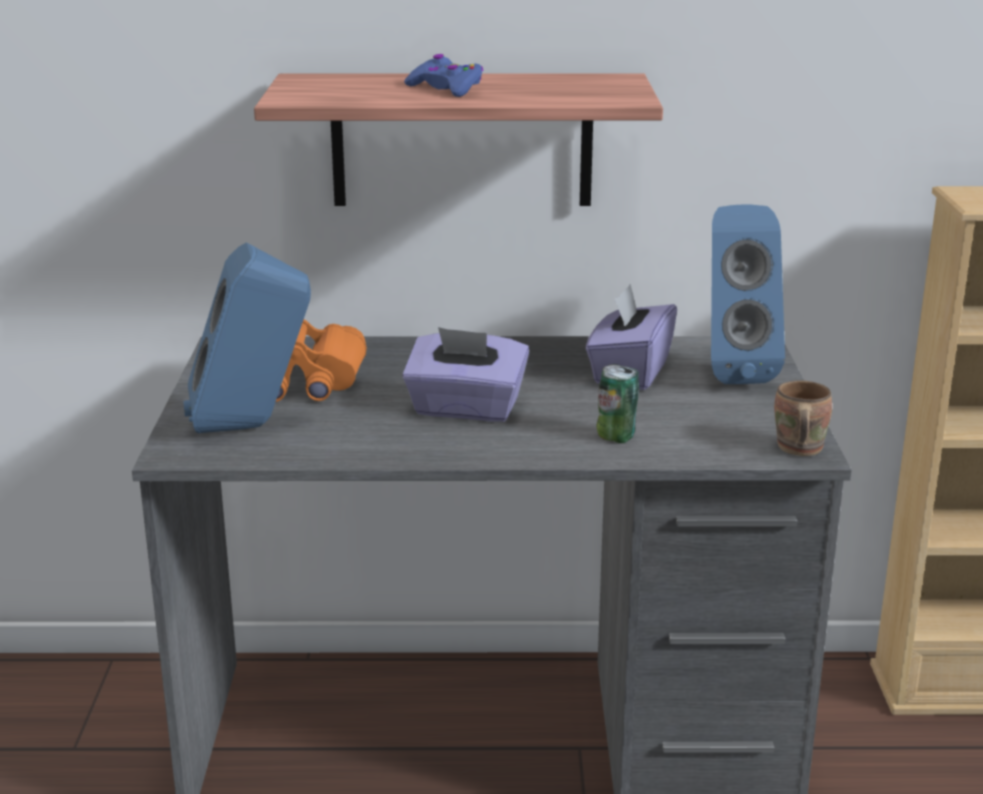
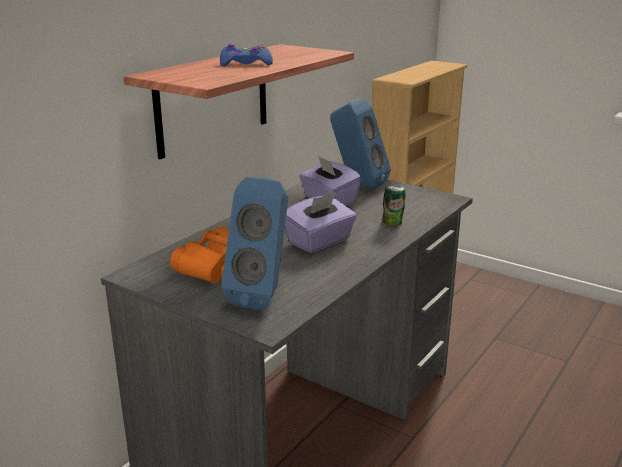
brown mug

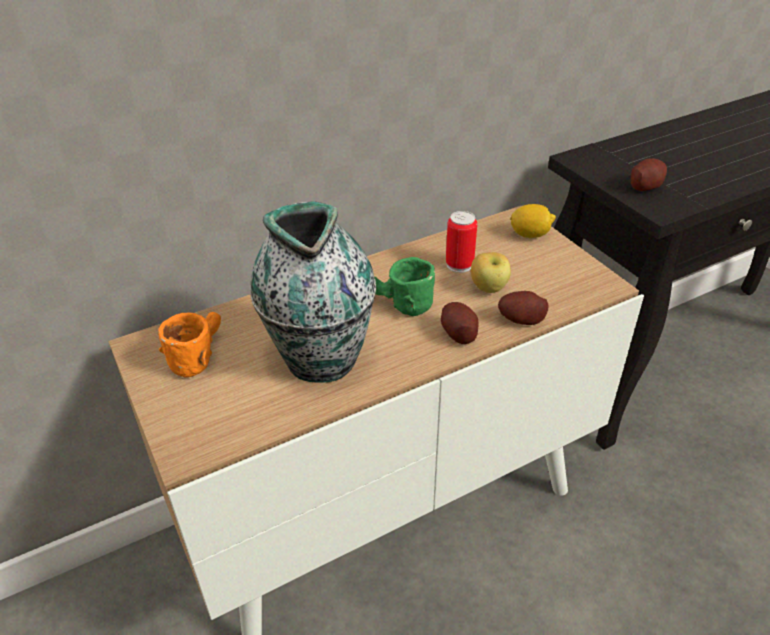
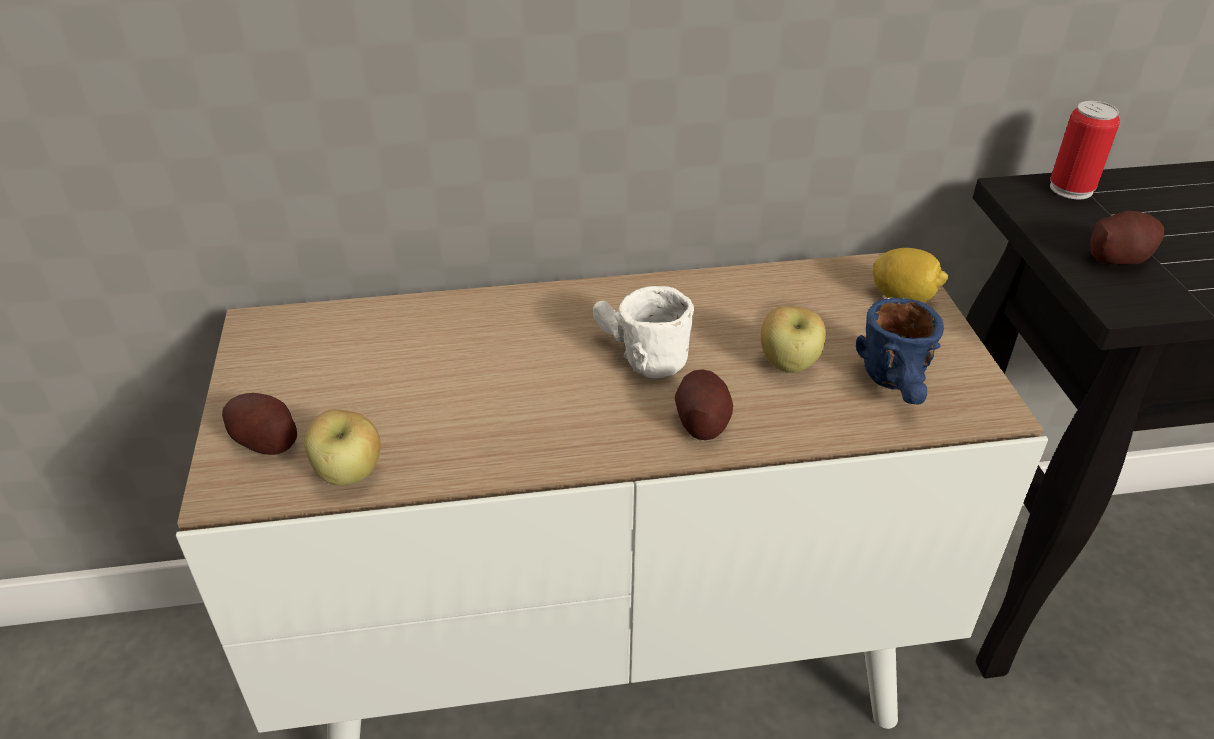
orange mug
vase
apple (1st from left)
blue mug
can
potato (1st from left)
white mug

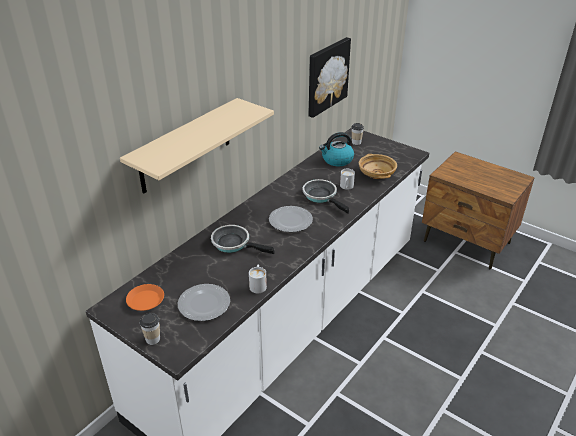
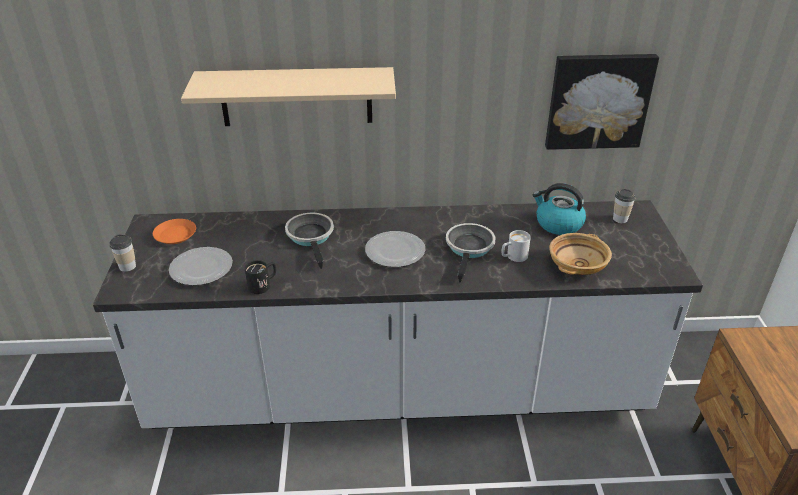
black mug

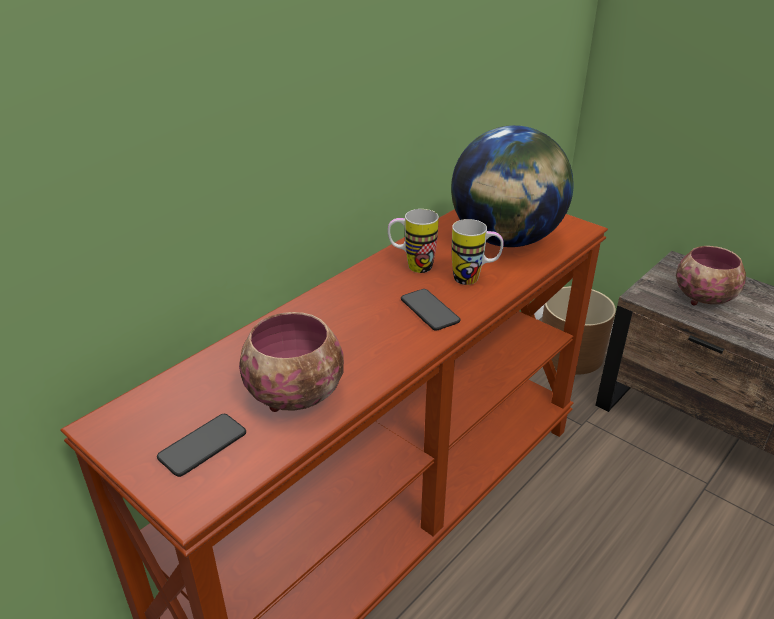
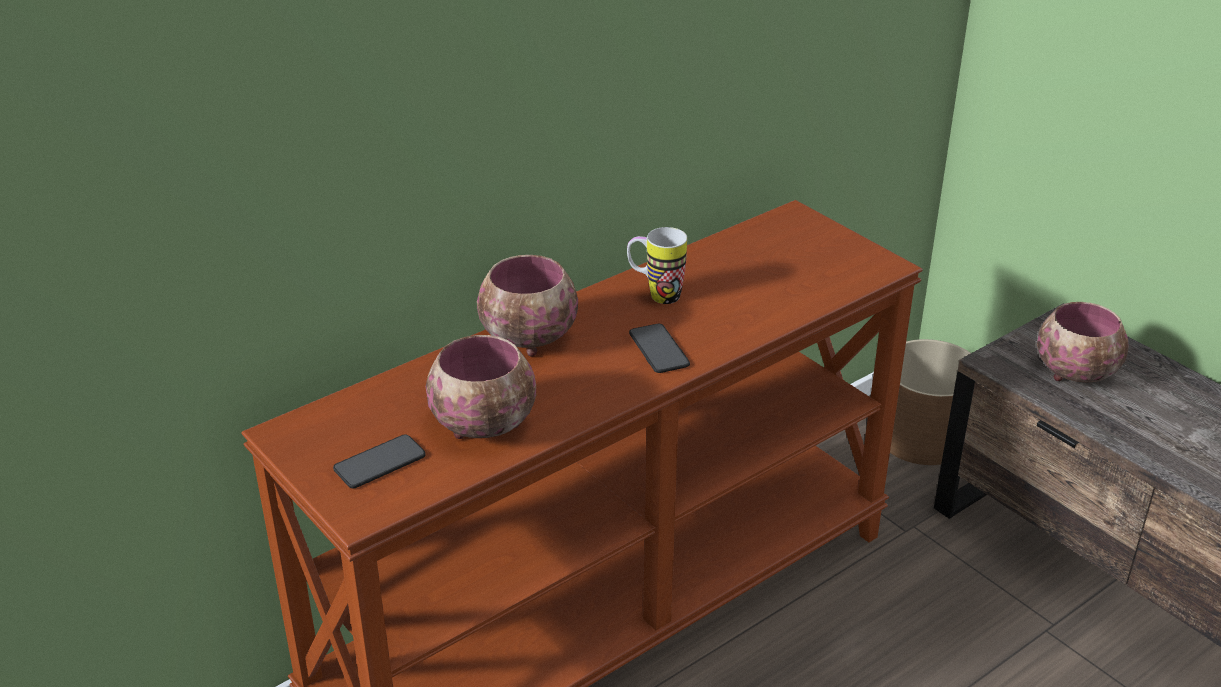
globe
mug (2nd from left in the first image)
bowl (2nd from left)

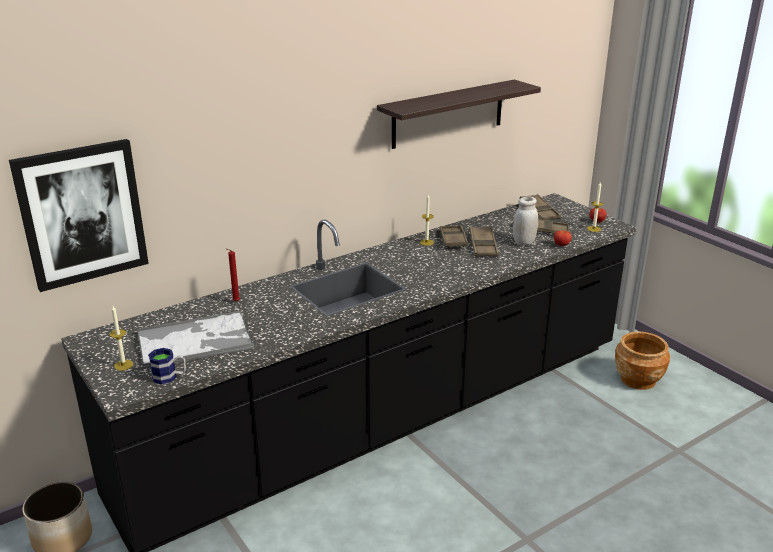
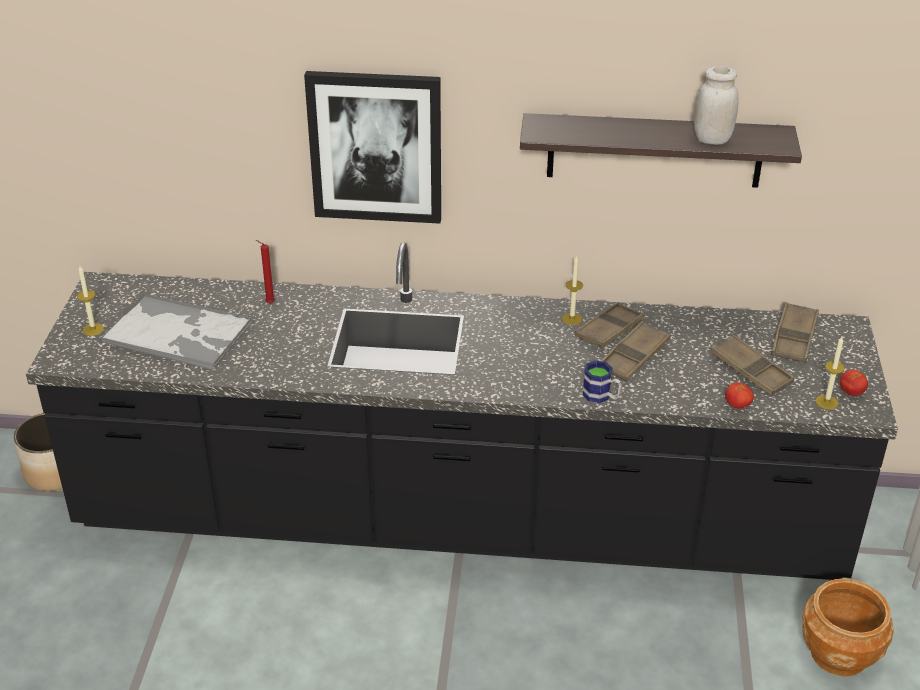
picture
mug
white jar

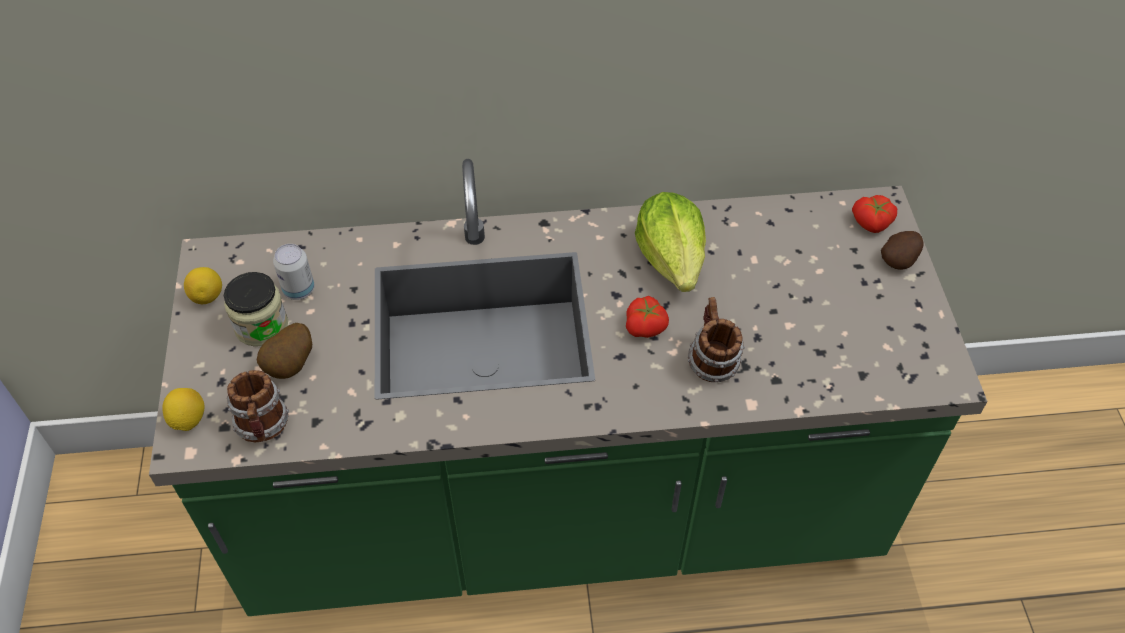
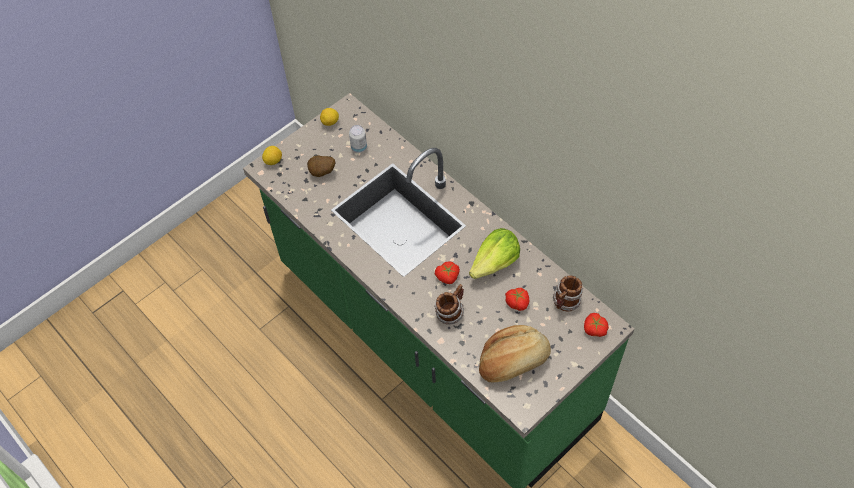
jar
potato (2nd from left in the first image)
bread
tomato (2nd from left)
mug (2nd from left)

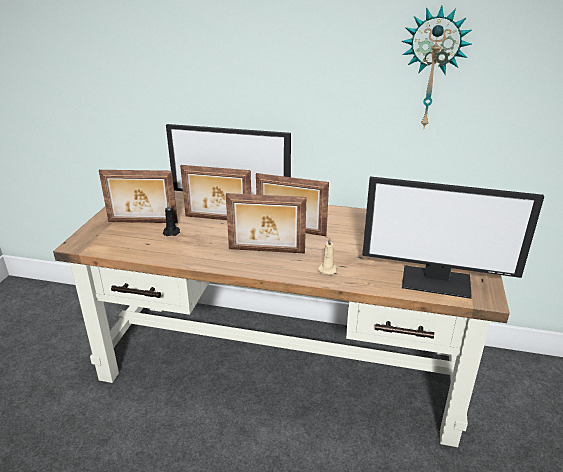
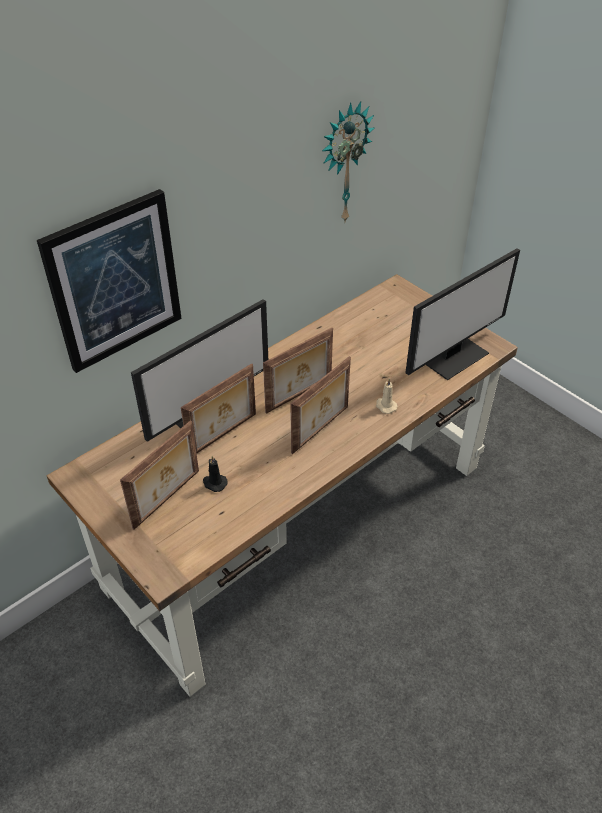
picture

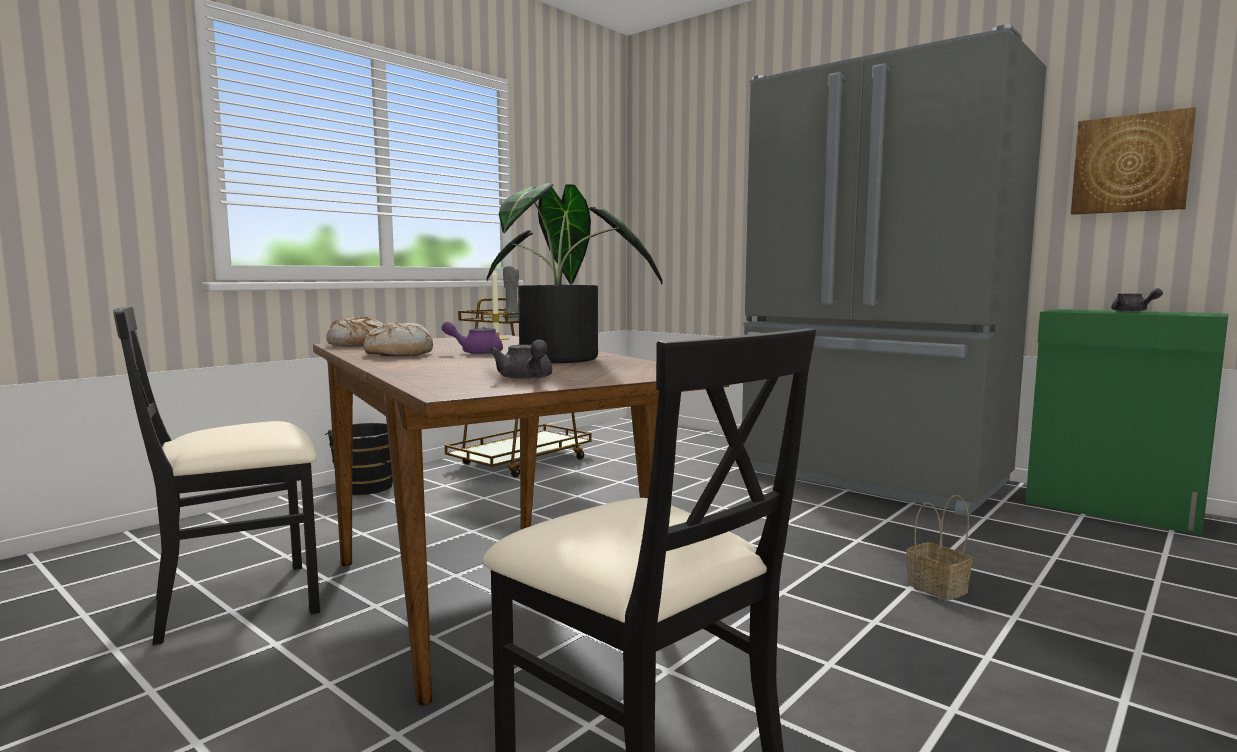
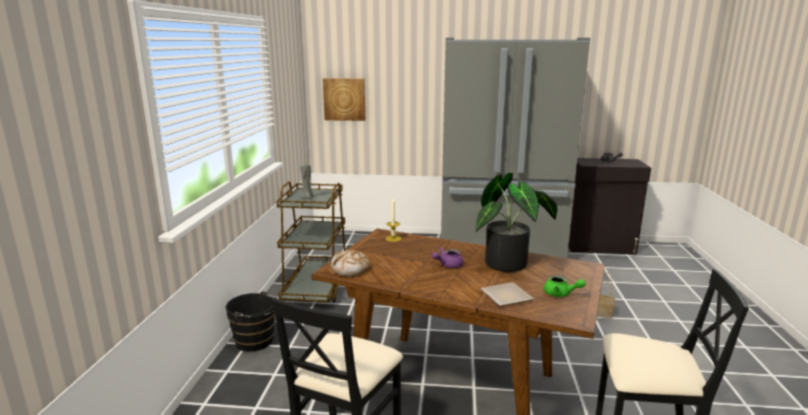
bread (2nd from left in the first image)
plate
picture
green teapot
black cabinet

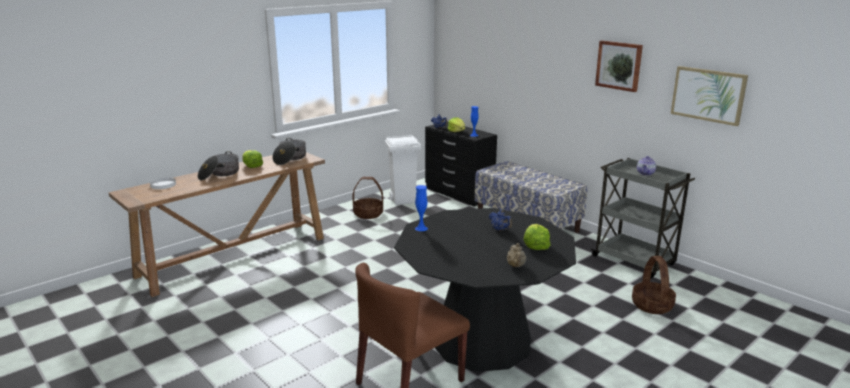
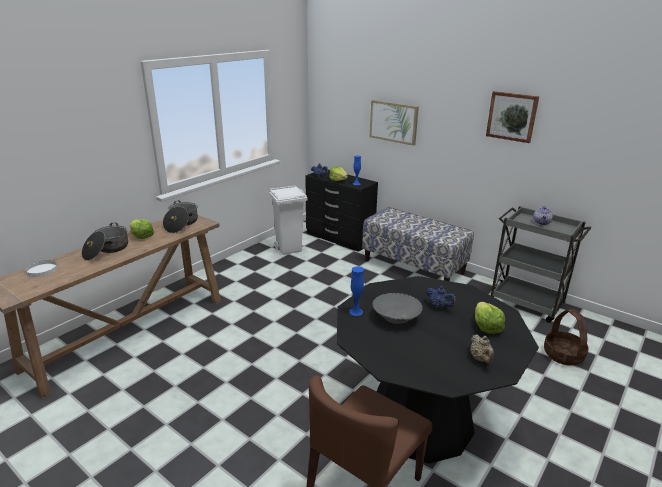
basket (1st from left in the first image)
grey bowl
picture (1st from left)

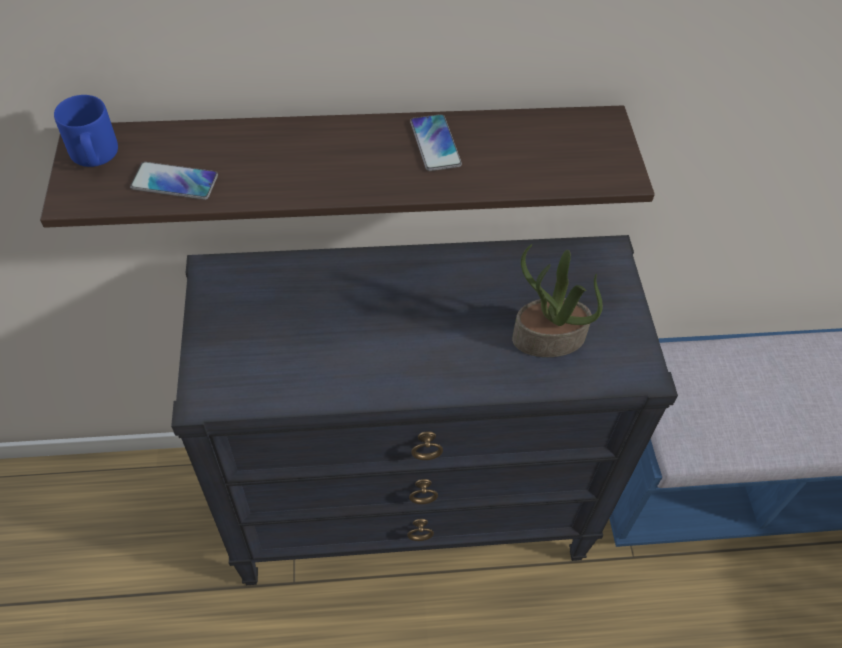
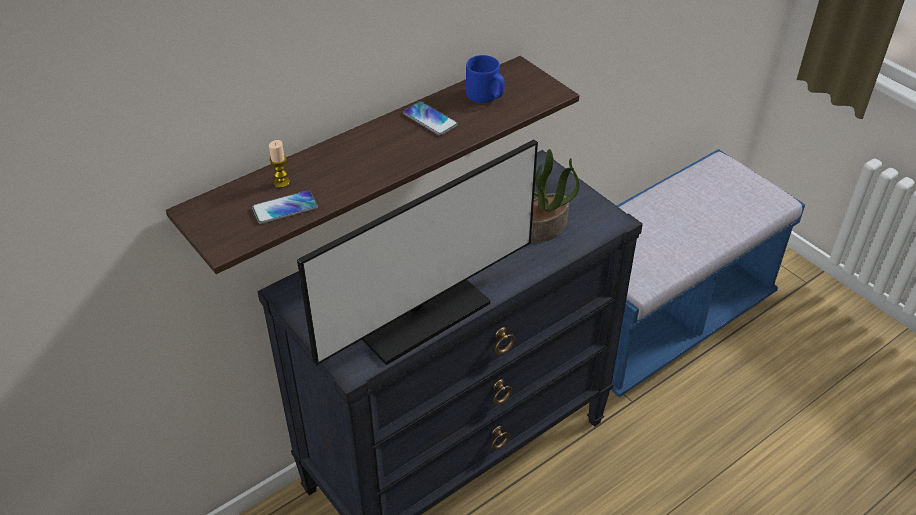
candle
monitor
blue mug

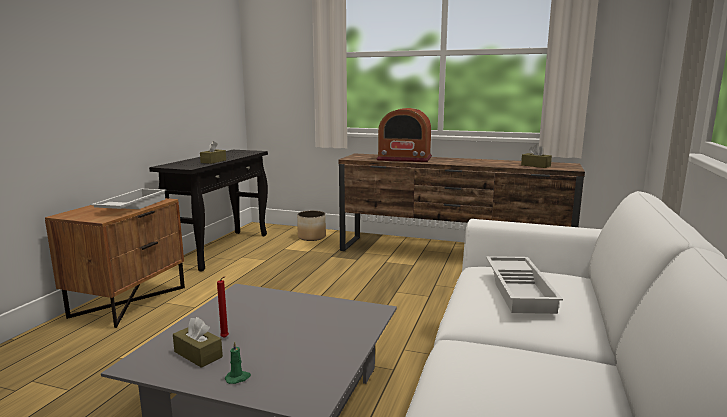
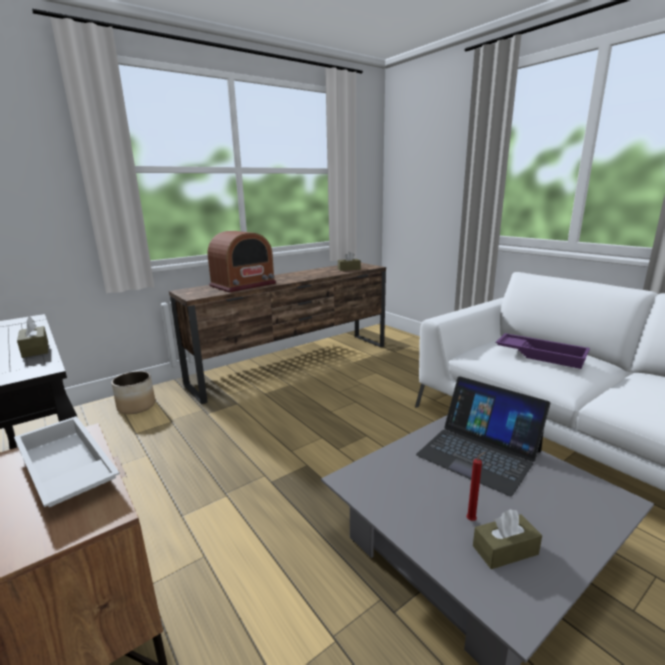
green candle
laptop
purple tray

